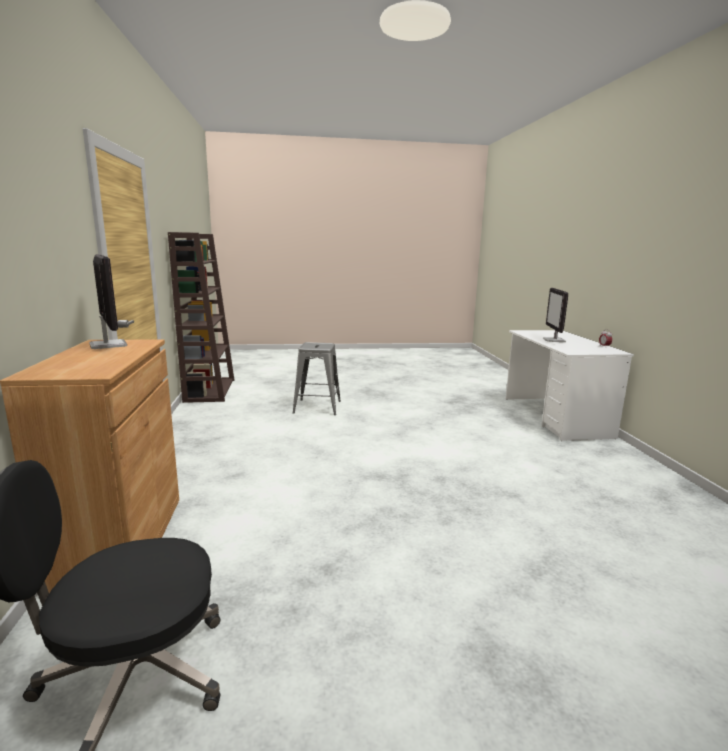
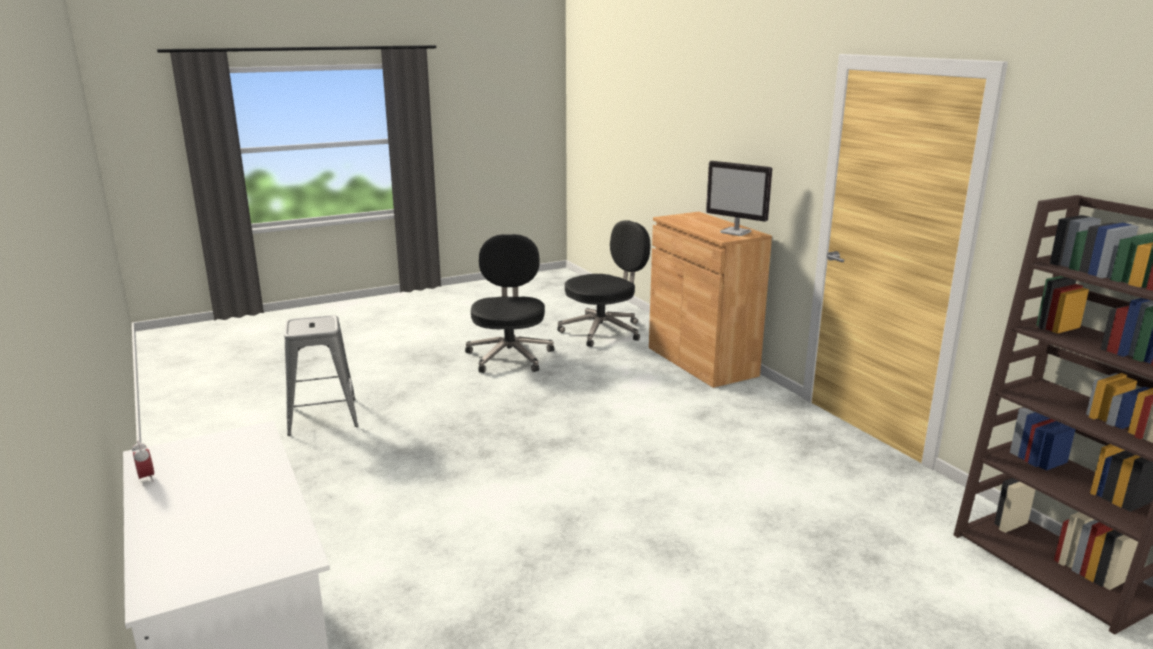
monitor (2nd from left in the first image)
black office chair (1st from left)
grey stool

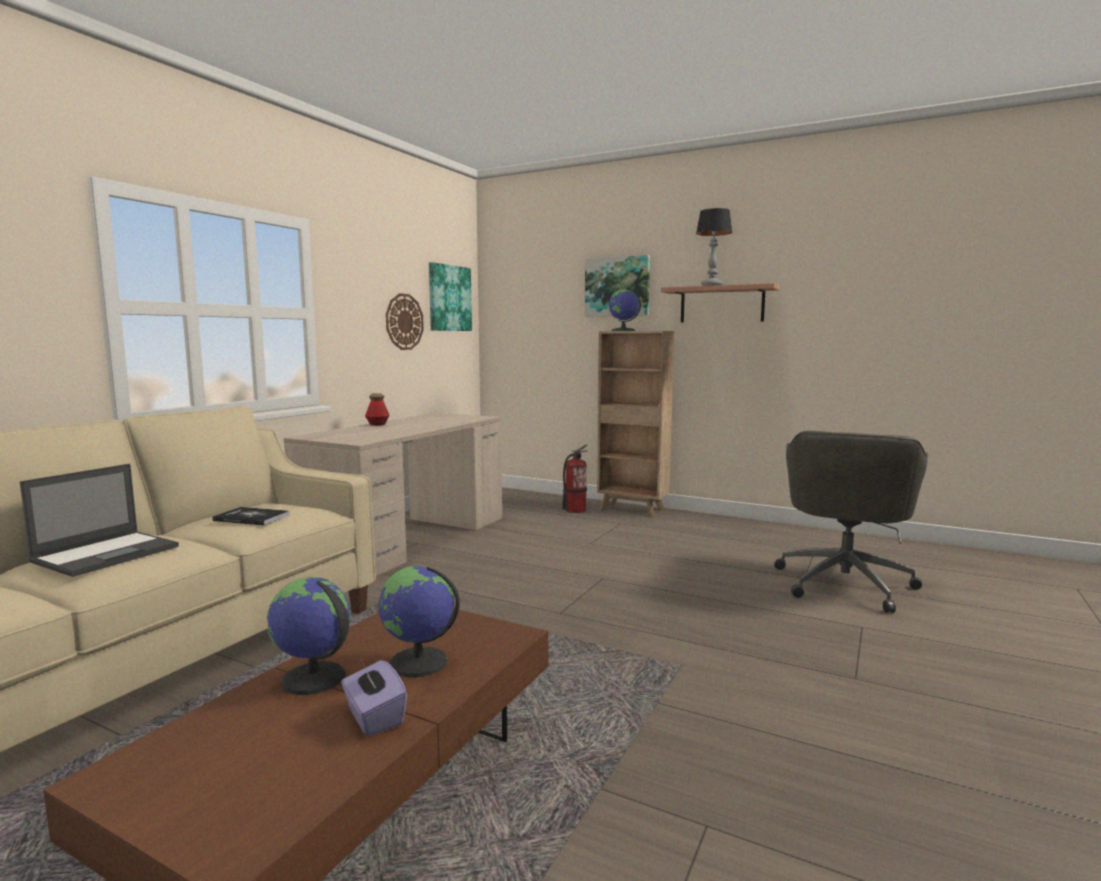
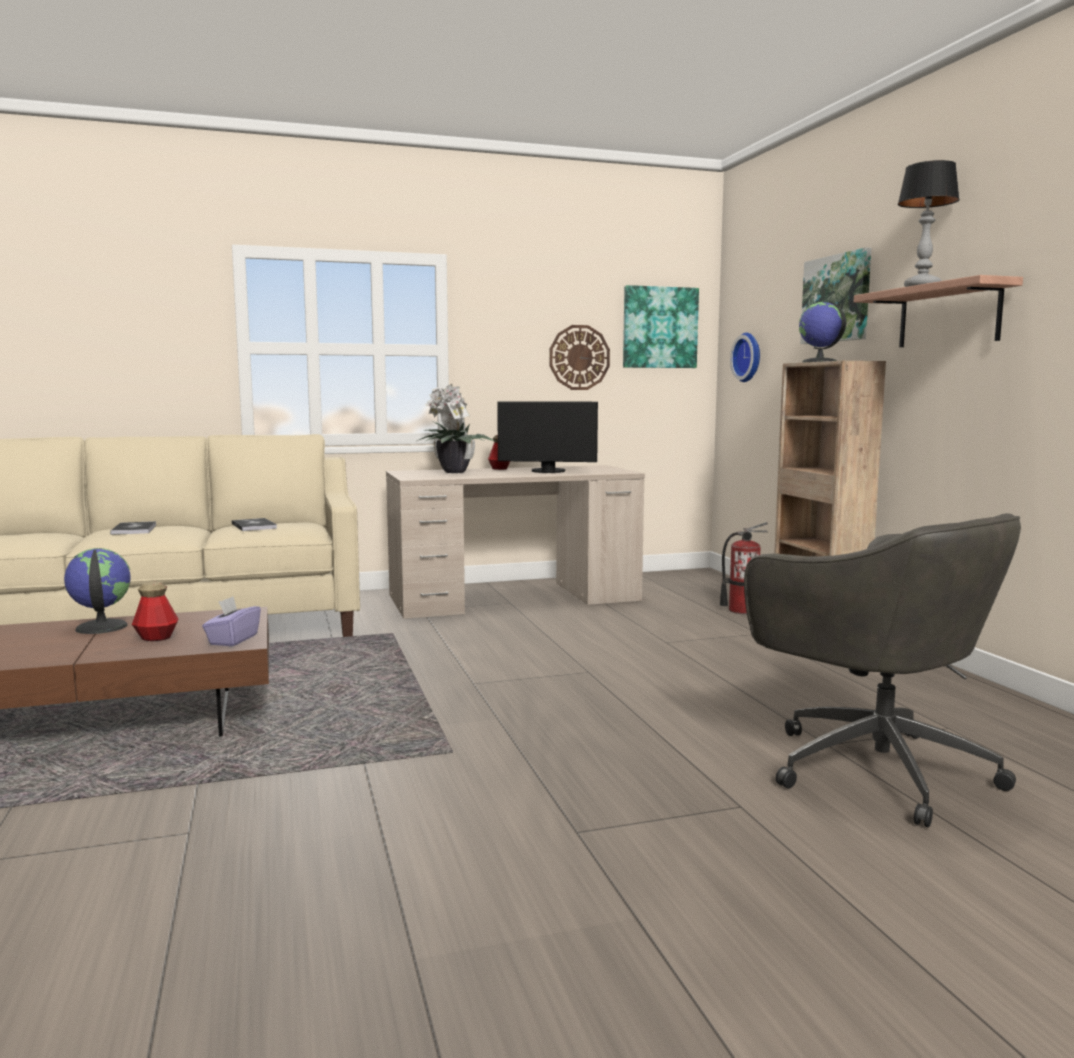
potted plant
monitor
wall clock (2nd from left)
purple tissue box
book (1st from left)
bottle (1st from left)
grey office chair

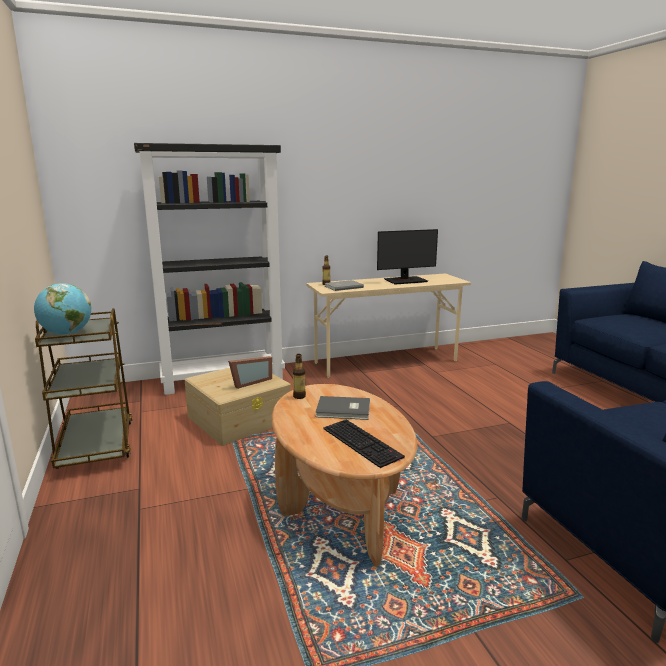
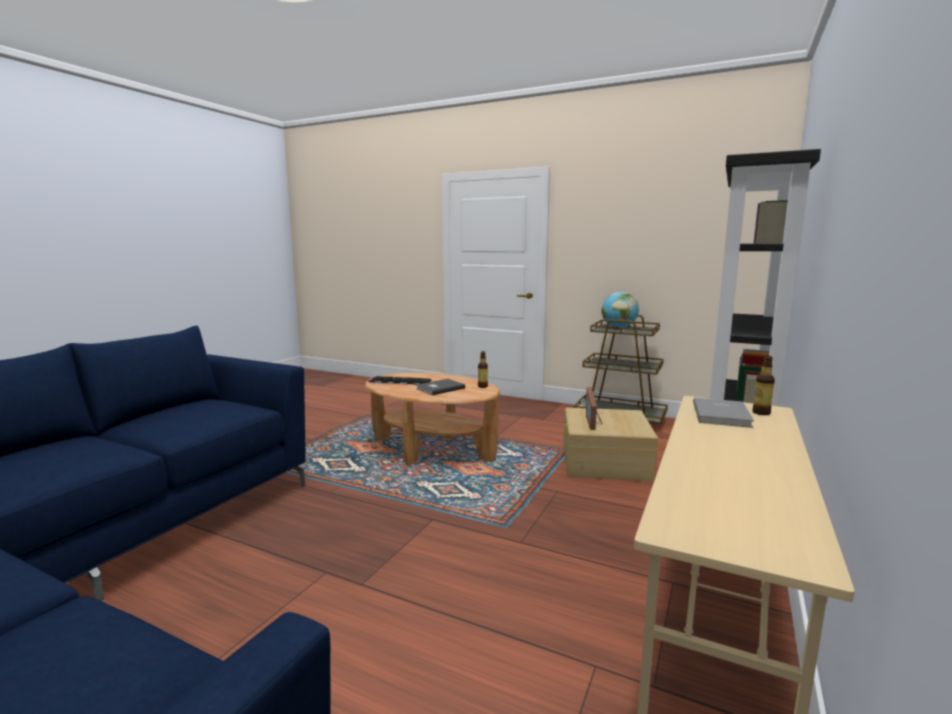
monitor

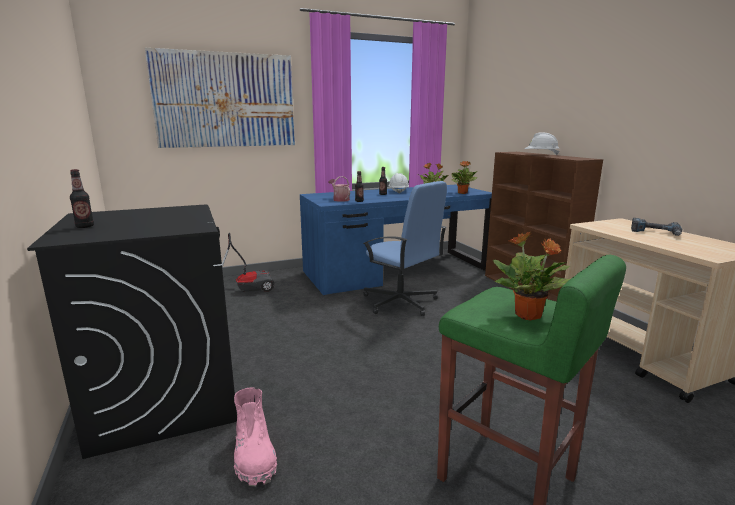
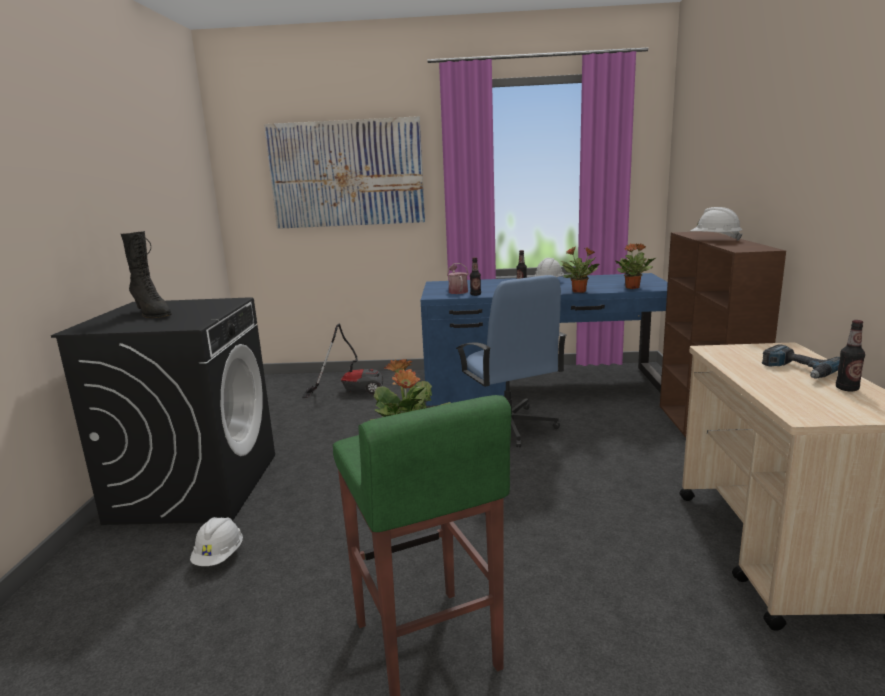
black boot
bottle (3rd from left)
white hard hat (1st from left)

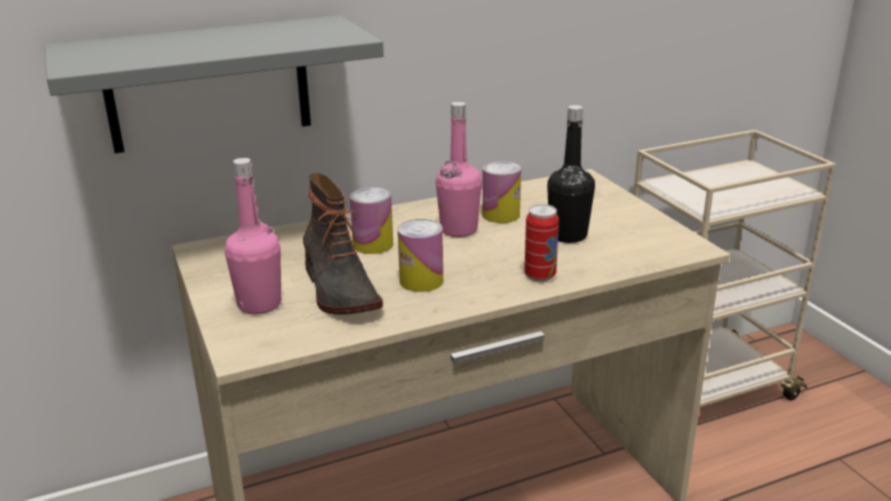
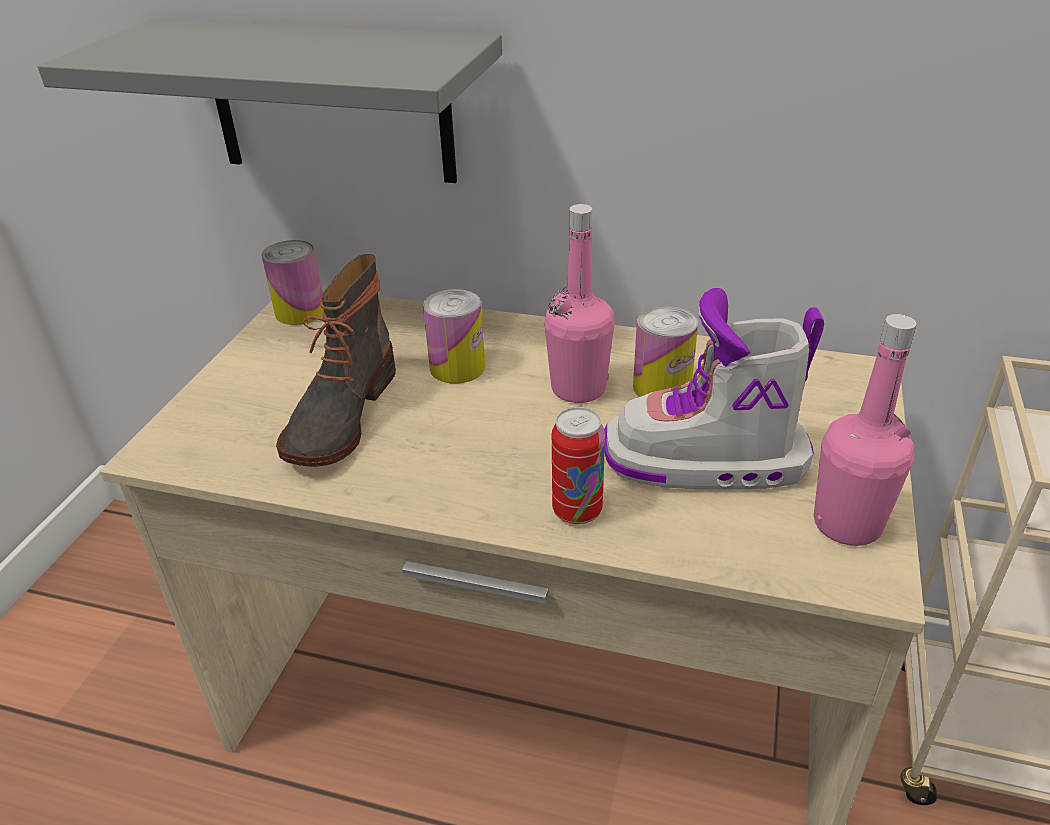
pink bottle (2nd from left)
can (1st from left)
boot (2nd from left)

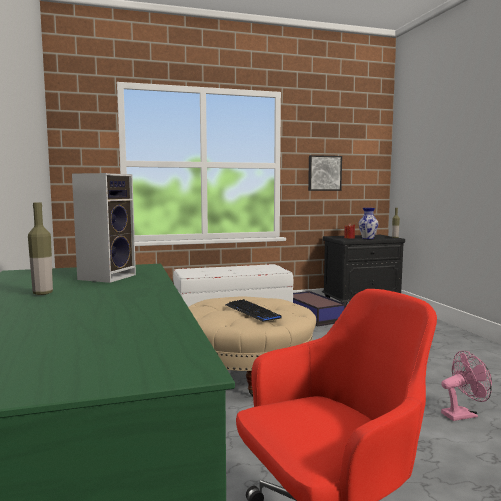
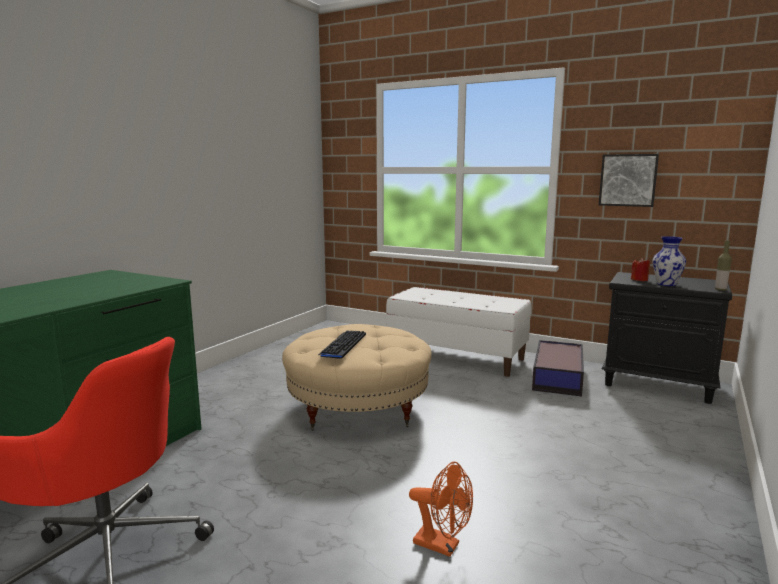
bottle (1st from left in the first image)
speaker
orange fan

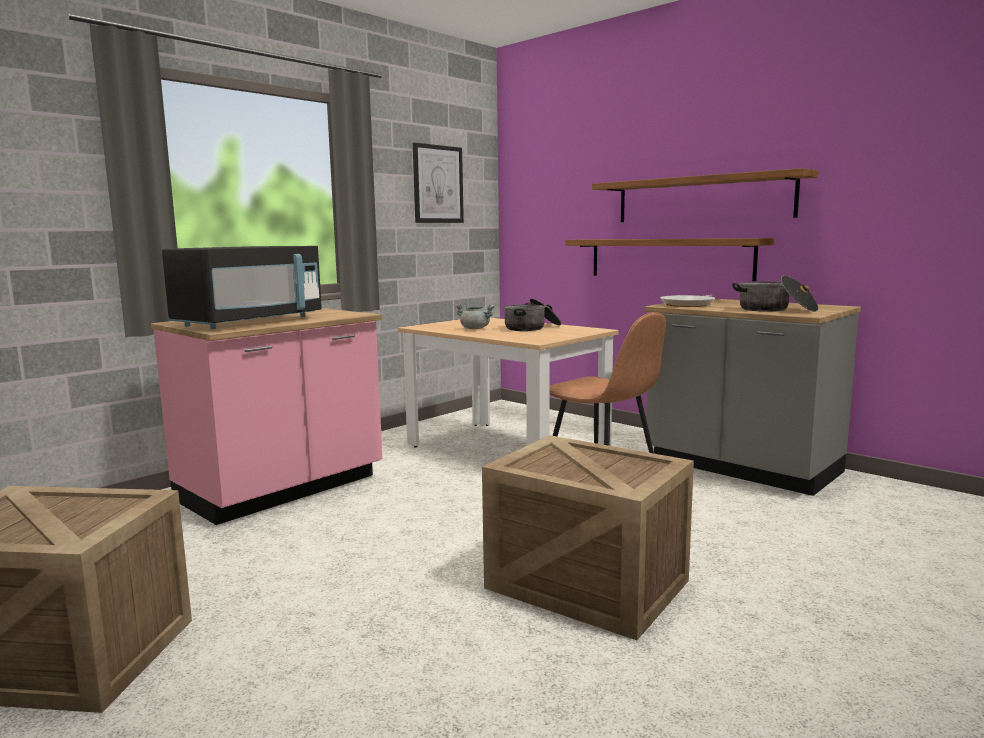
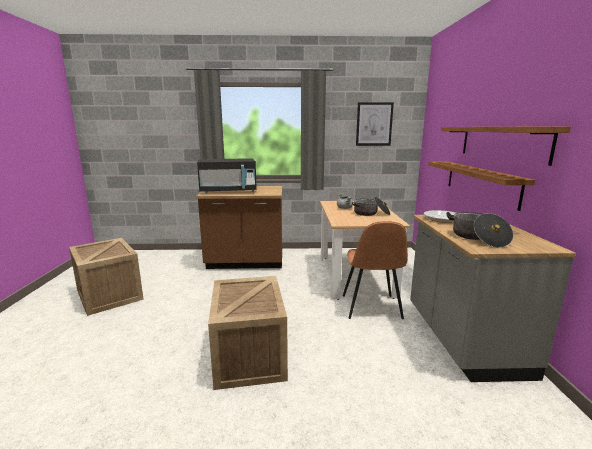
brown counter

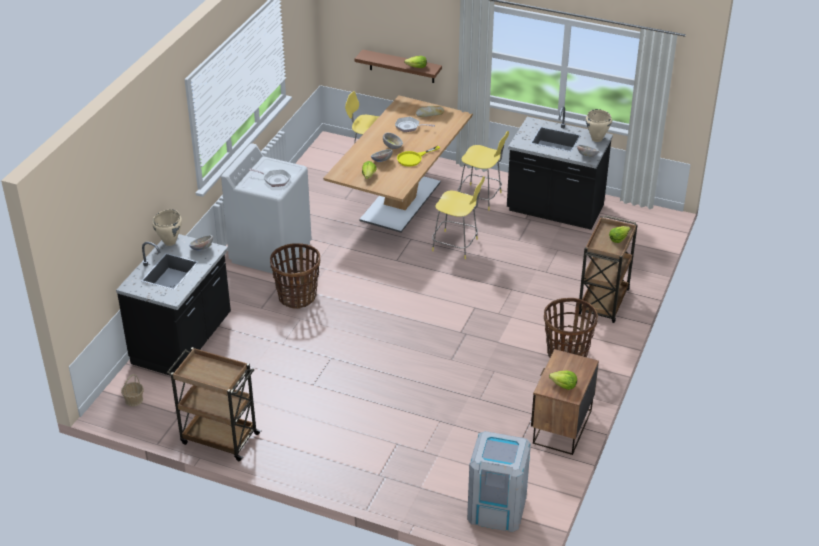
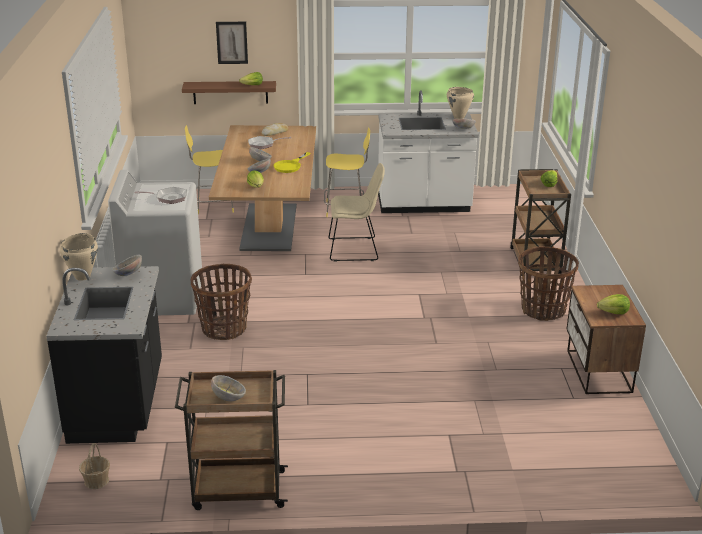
grey trash can
bowl (2nd from left)
picture
beige chair
white counter

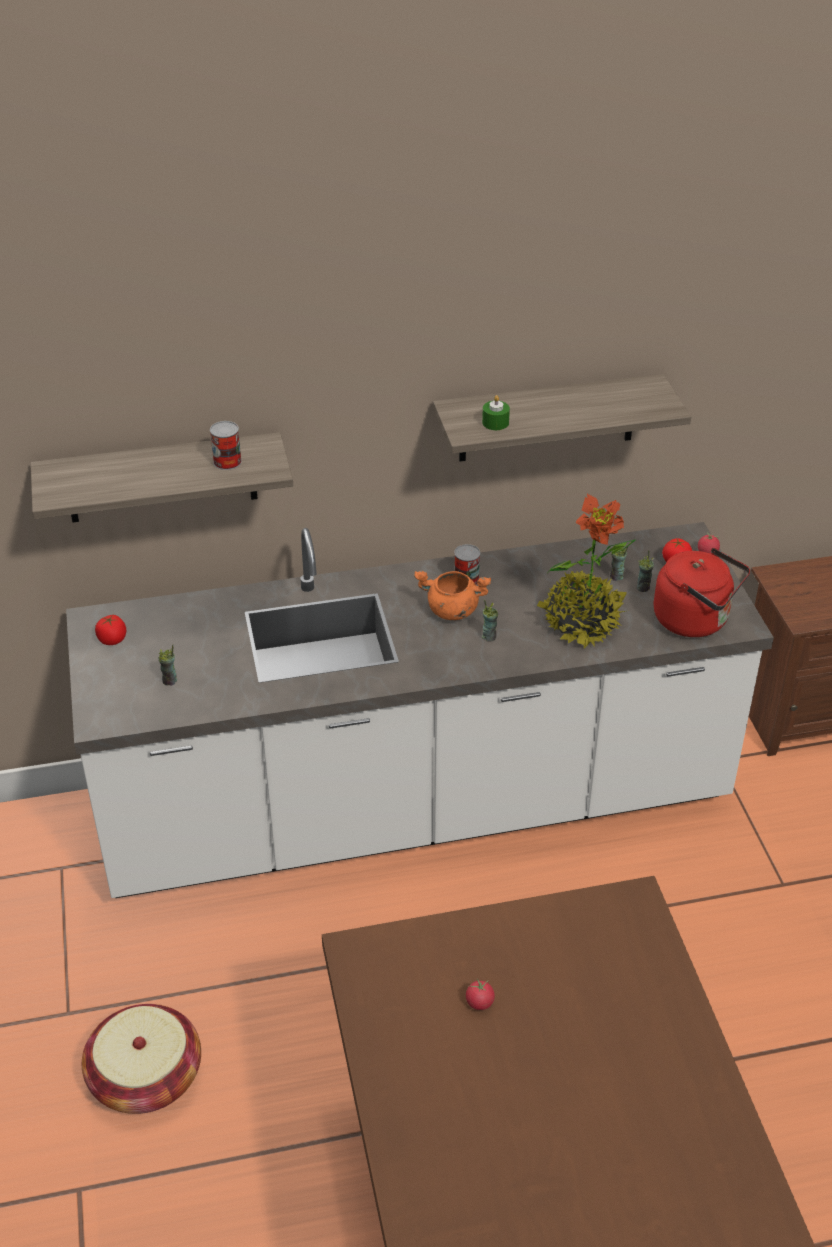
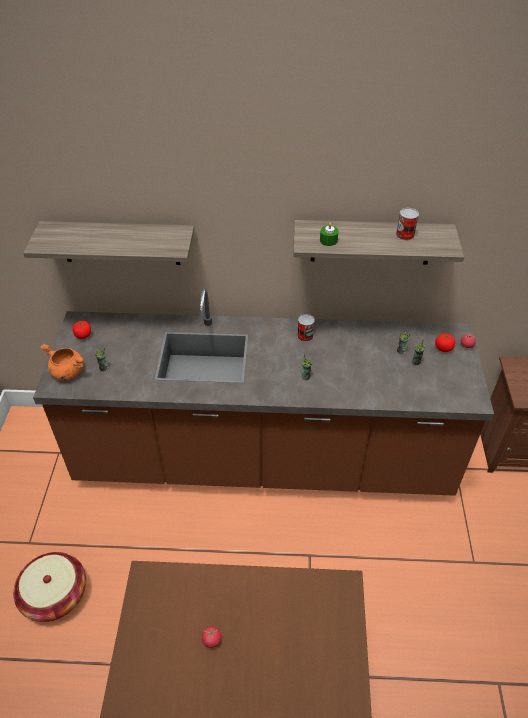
potted plant
red kettle
can (2nd from left)
orange cooking pot
brown counter

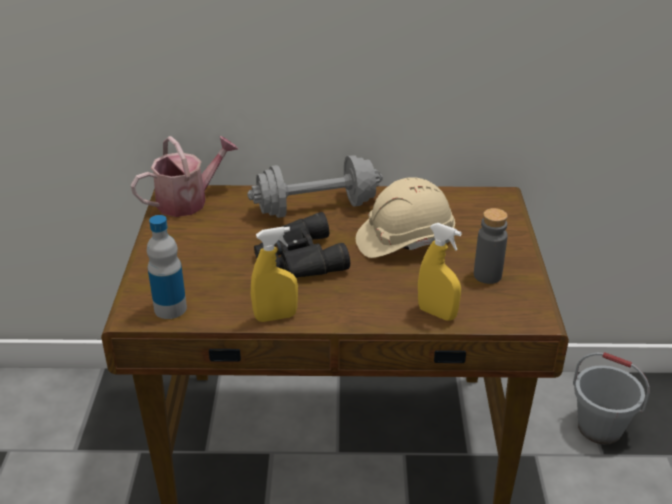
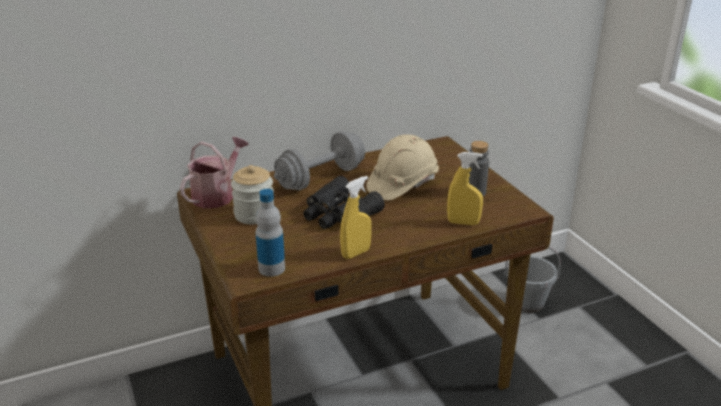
jar

